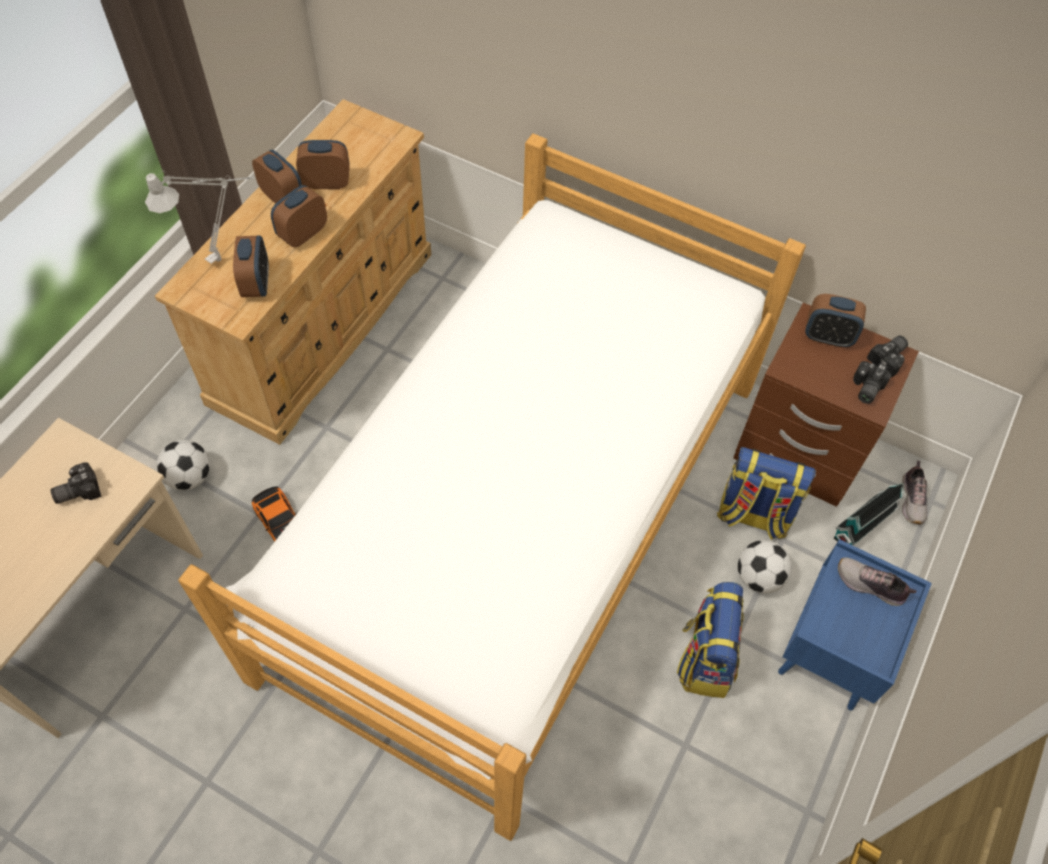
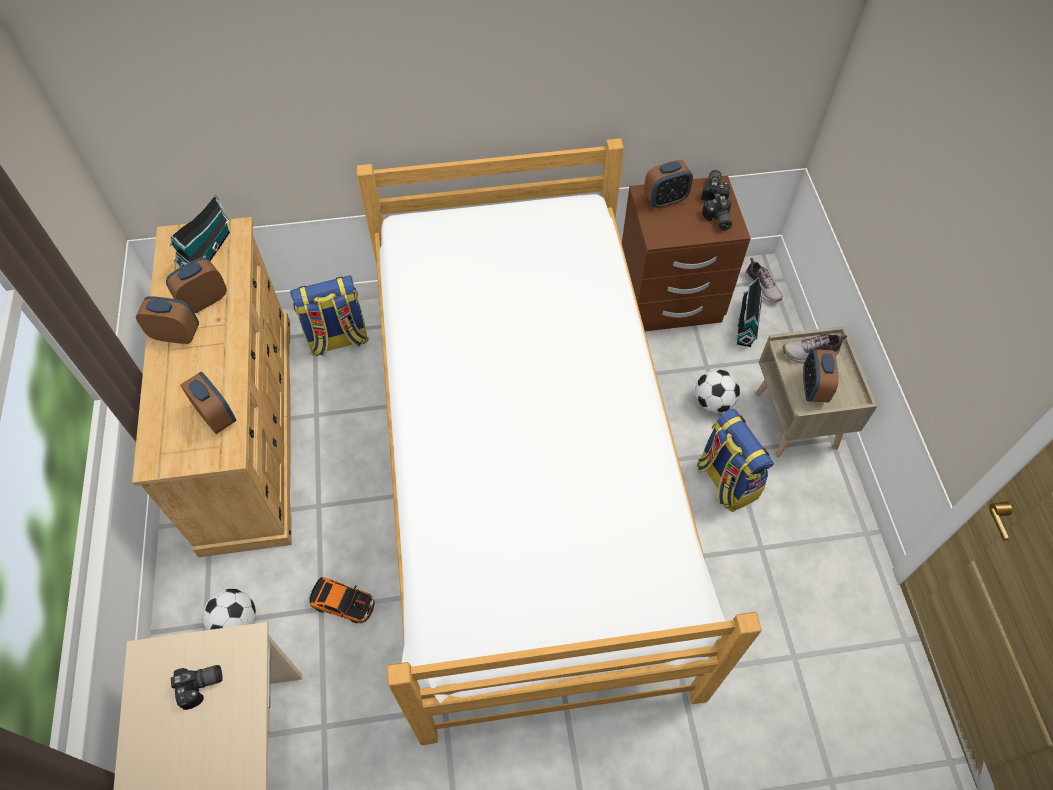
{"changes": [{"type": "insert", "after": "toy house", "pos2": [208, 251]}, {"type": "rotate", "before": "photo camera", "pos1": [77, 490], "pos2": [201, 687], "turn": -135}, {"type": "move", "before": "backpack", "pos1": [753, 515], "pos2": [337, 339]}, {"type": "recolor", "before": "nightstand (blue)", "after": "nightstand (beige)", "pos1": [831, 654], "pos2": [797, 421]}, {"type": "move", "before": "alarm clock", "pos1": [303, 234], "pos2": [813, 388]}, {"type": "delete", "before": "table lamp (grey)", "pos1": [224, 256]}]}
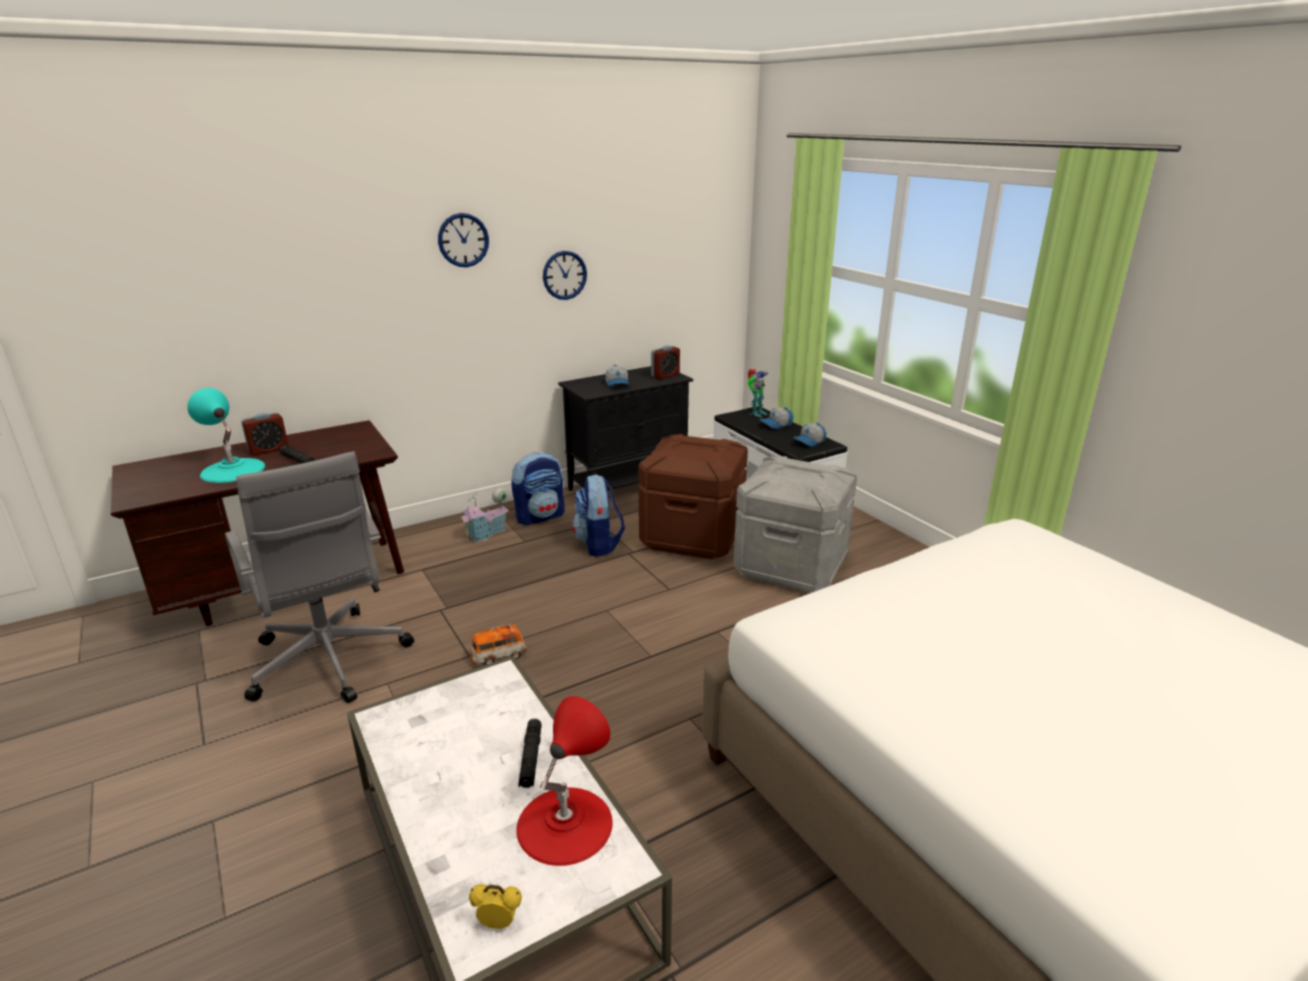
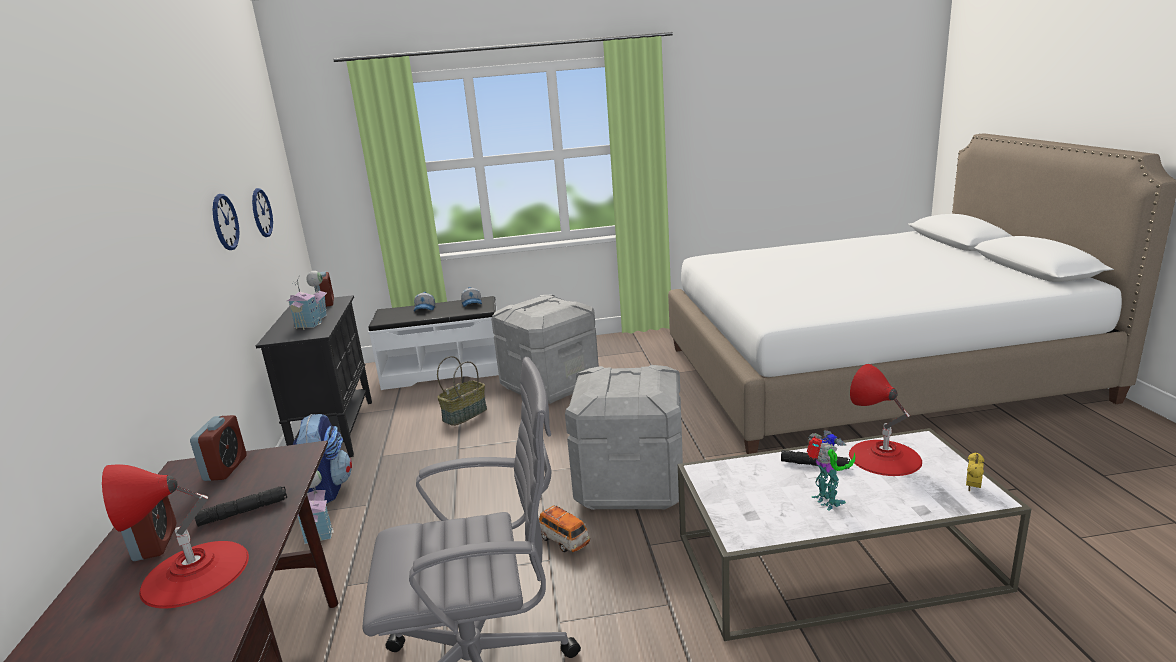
{"changes": [{"type": "recolor", "before": "table lamp (turquoise)", "after": "table lamp (red)", "pos1": [232, 470], "pos2": [195, 573]}, {"type": "insert", "after": "alarm clock", "pos2": [225, 468]}, {"type": "move", "before": "wall clock", "pos1": [463, 240], "pos2": [261, 212]}, {"type": "replace", "before": "cap", "after": "toy house", "pos1": [618, 384], "pos2": [313, 321]}, {"type": "replace", "before": "storage box (brown)", "after": "basket", "pos1": [693, 536], "pos2": [464, 414]}, {"type": "rotate", "before": "toy car", "pos1": [498, 656], "pos2": [564, 541], "turn": -45}, {"type": "insert", "after": "storage box (grey)", "pos2": [630, 483]}, {"type": "move", "before": "toy robot", "pos1": [756, 413], "pos2": [826, 502]}, {"type": "delete", "before": "backpack", "pos1": [599, 544]}]}
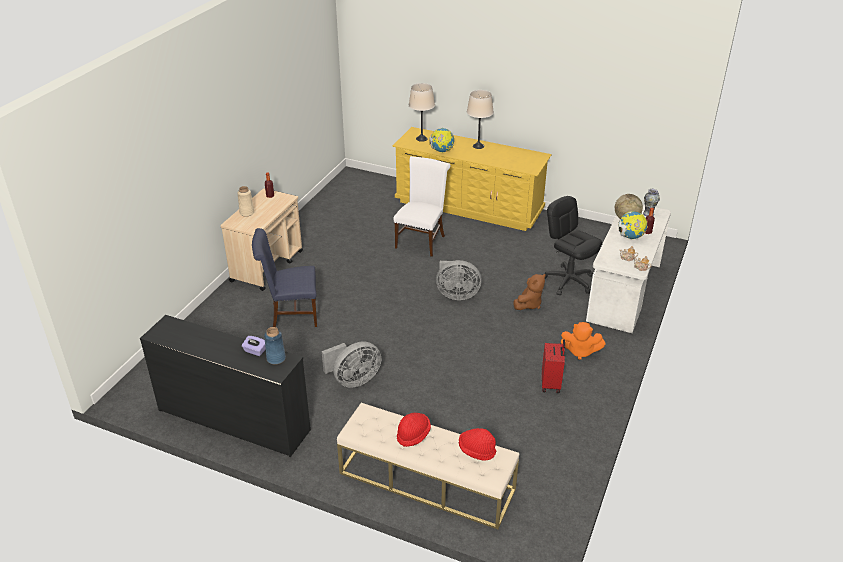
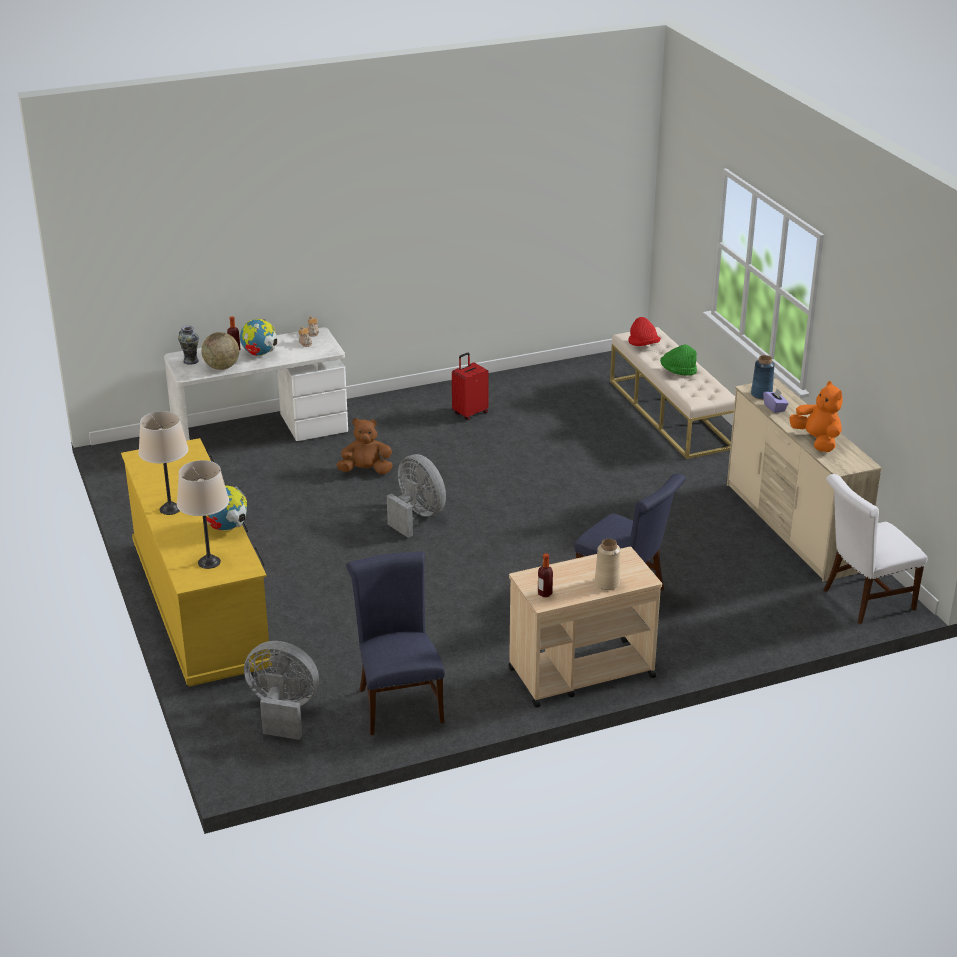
{"changes": [{"type": "move", "before": "fan (grey)", "pos1": [353, 380], "pos2": [282, 711]}, {"type": "insert", "after": "chair (blue)", "pos2": [398, 702]}, {"type": "recolor", "before": "hat (red)", "after": "hat (green)", "pos1": [413, 435], "pos2": [678, 371]}, {"type": "recolor", "before": "dresser (black)", "after": "dresser (beige)", "pos1": [233, 419], "pos2": [792, 527]}, {"type": "move", "before": "plush toy (orange)", "pos1": [580, 351], "pos2": [817, 441]}, {"type": "move", "before": "chair (white)", "pos1": [421, 240], "pos2": [863, 600]}, {"type": "delete", "before": "office chair (black)", "pos1": [568, 281]}]}
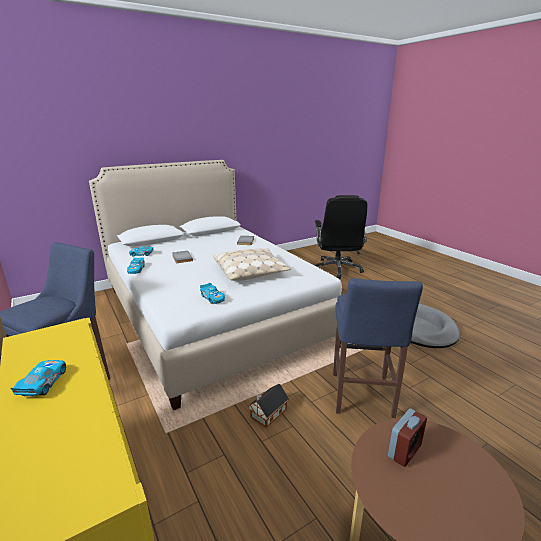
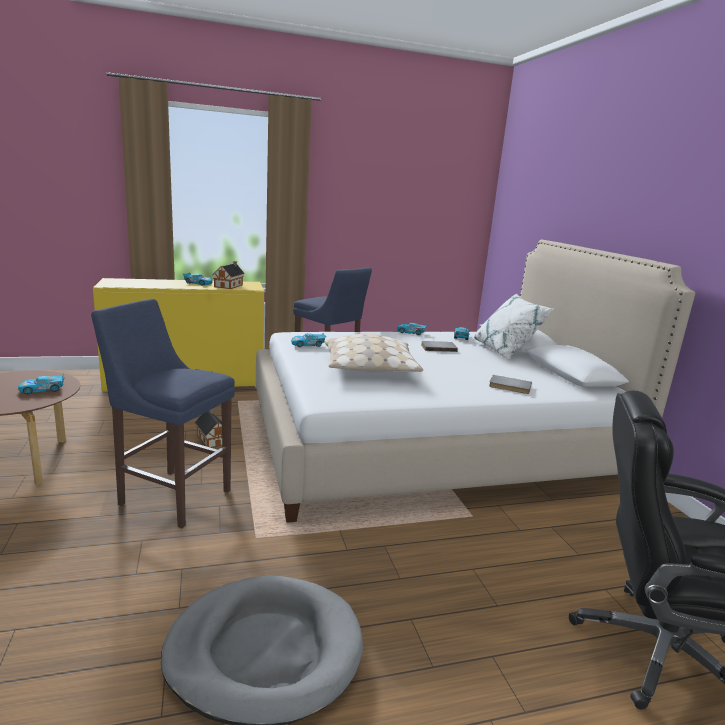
{"changes": [{"type": "replace", "before": "alarm clock", "after": "toy car", "pos1": [404, 451], "pos2": [42, 389]}, {"type": "insert", "after": "toy house", "pos2": [229, 285]}, {"type": "insert", "after": "pillow (white)", "pos2": [506, 351]}]}
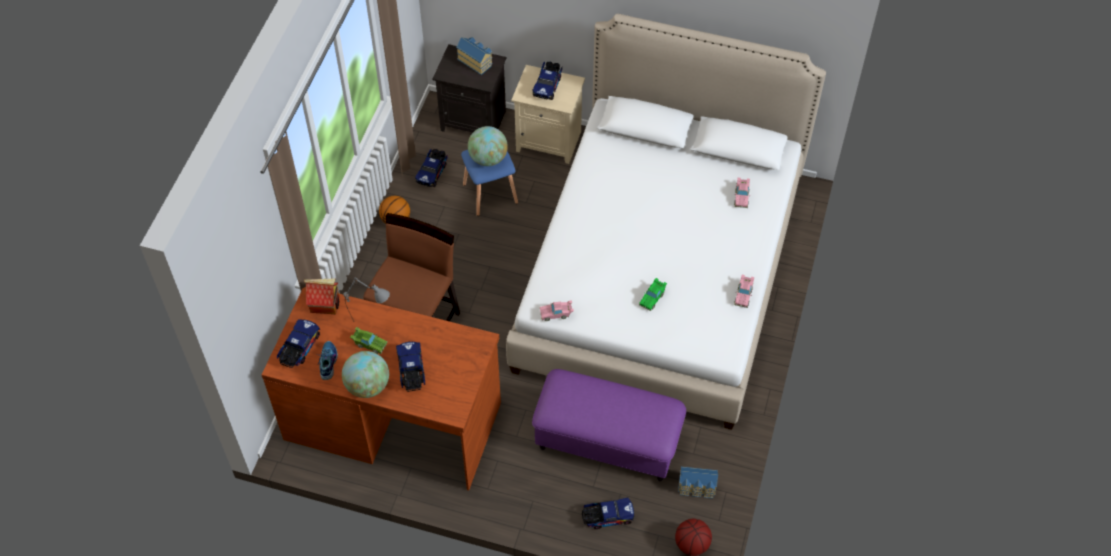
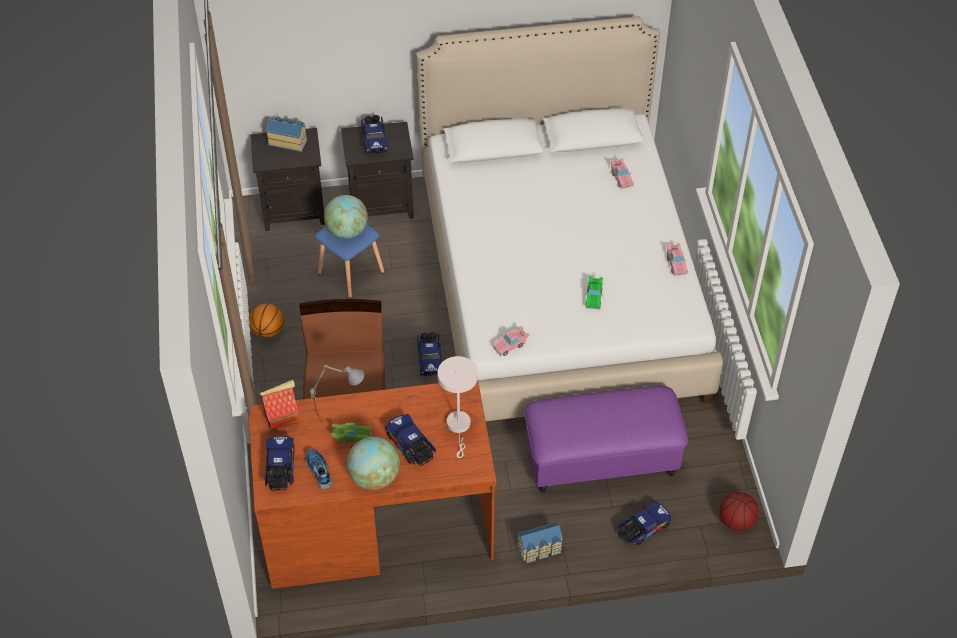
{"changes": [{"type": "recolor", "before": "nightstand (beige)", "after": "nightstand (black)", "pos1": [550, 141], "pos2": [382, 203]}, {"type": "move", "before": "toy truck", "pos1": [432, 172], "pos2": [430, 359]}, {"type": "insert", "after": "table lamp (white)", "pos2": [459, 427]}, {"type": "move", "before": "toy house", "pos1": [697, 488], "pos2": [540, 549]}]}
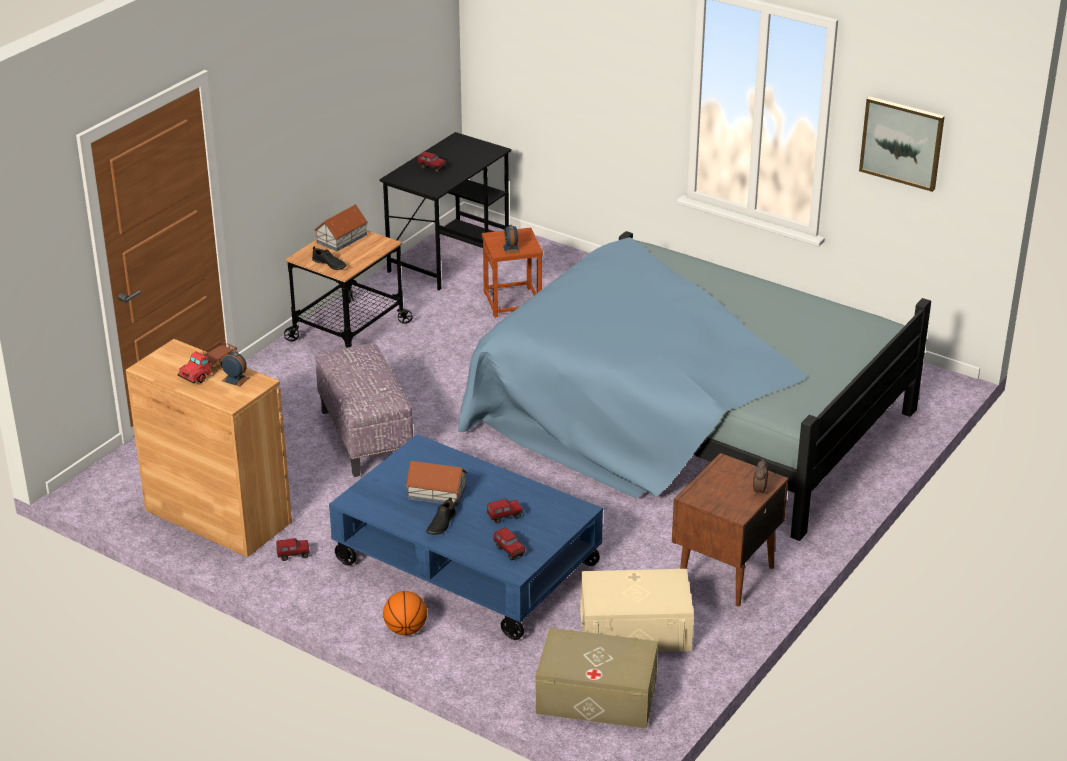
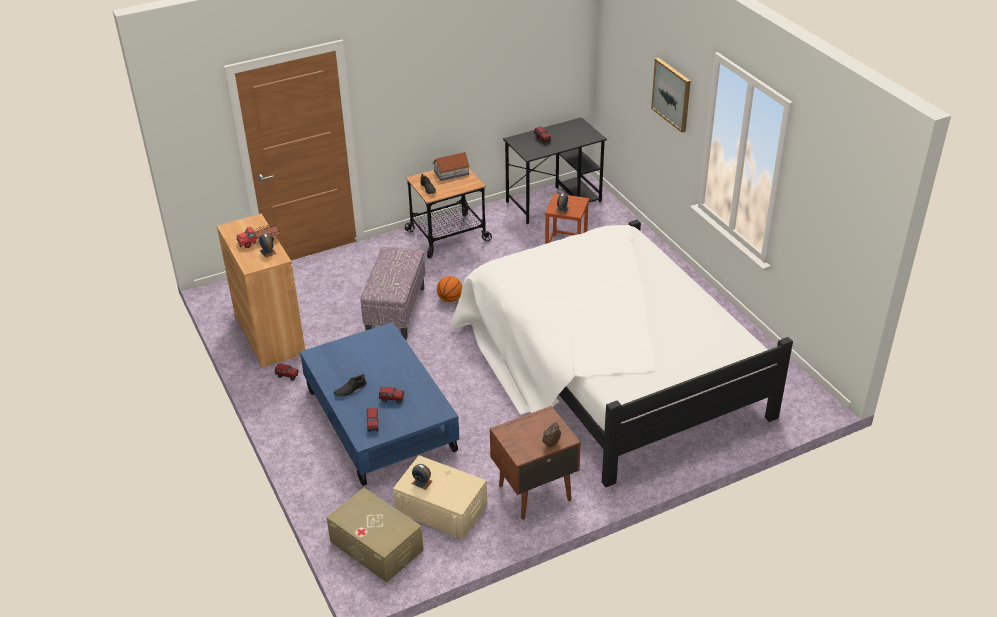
{"changes": [{"type": "insert", "after": "alarm clock", "pos2": [422, 482]}, {"type": "move", "before": "basketball", "pos1": [405, 629], "pos2": [450, 299]}, {"type": "recolor", "before": "bed (blue)", "after": "bed (white)", "pos1": [688, 418], "pos2": [609, 368]}, {"type": "move", "before": "picture", "pos1": [902, 142], "pos2": [672, 94]}, {"type": "delete", "before": "toy house", "pos1": [436, 492]}]}
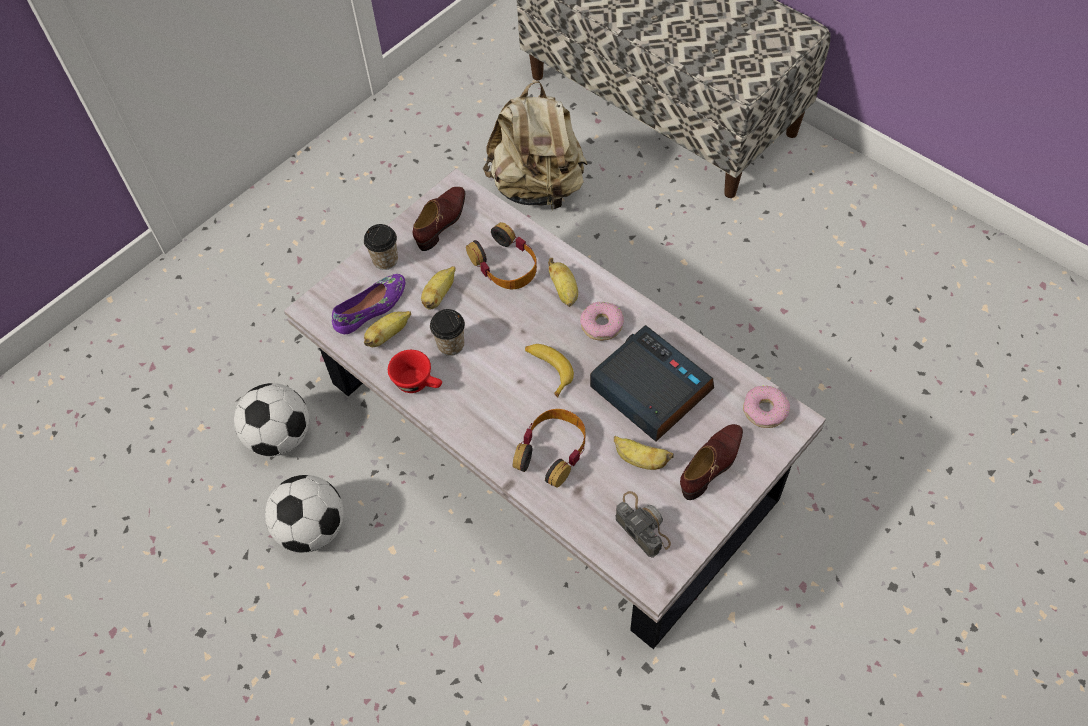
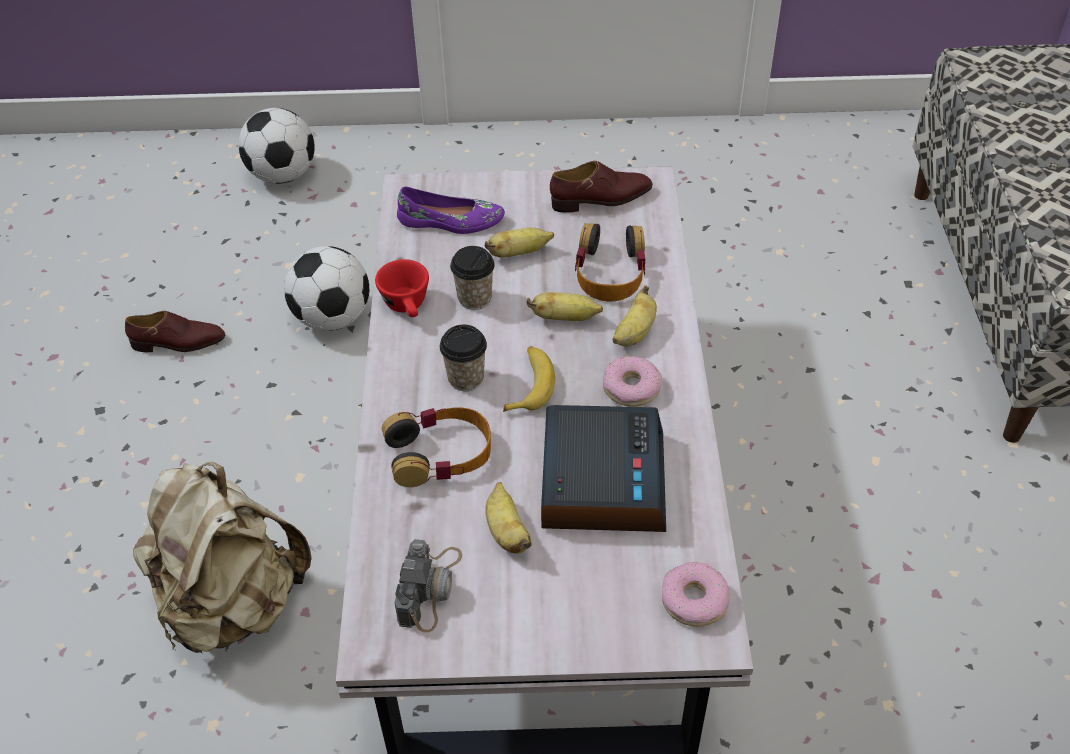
{"changes": [{"type": "move", "before": "shoe (brown)", "pos1": [712, 464], "pos2": [178, 343]}, {"type": "move", "before": "backpack (beige)", "pos1": [538, 187], "pos2": [232, 603]}, {"type": "move", "before": "football", "pos1": [312, 528], "pos2": [283, 175]}, {"type": "move", "before": "cup", "pos1": [385, 260], "pos2": [466, 378]}, {"type": "move", "before": "banana", "pos1": [388, 335], "pos2": [565, 318]}]}
